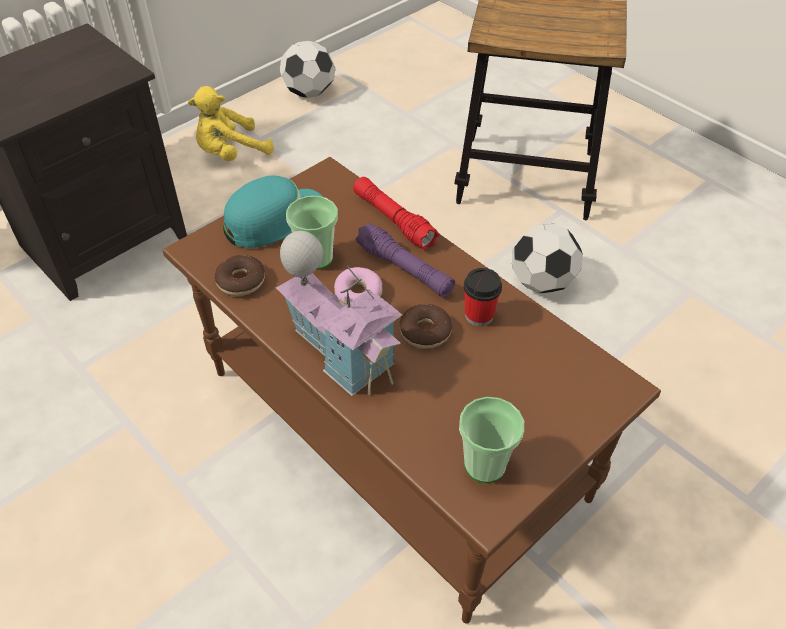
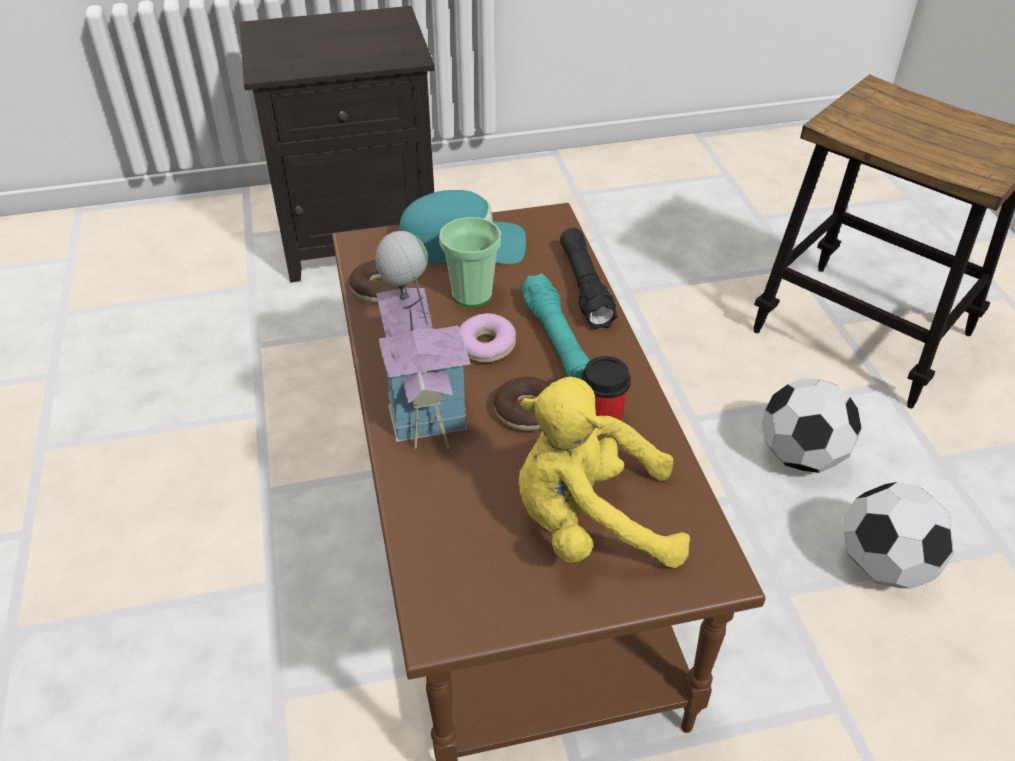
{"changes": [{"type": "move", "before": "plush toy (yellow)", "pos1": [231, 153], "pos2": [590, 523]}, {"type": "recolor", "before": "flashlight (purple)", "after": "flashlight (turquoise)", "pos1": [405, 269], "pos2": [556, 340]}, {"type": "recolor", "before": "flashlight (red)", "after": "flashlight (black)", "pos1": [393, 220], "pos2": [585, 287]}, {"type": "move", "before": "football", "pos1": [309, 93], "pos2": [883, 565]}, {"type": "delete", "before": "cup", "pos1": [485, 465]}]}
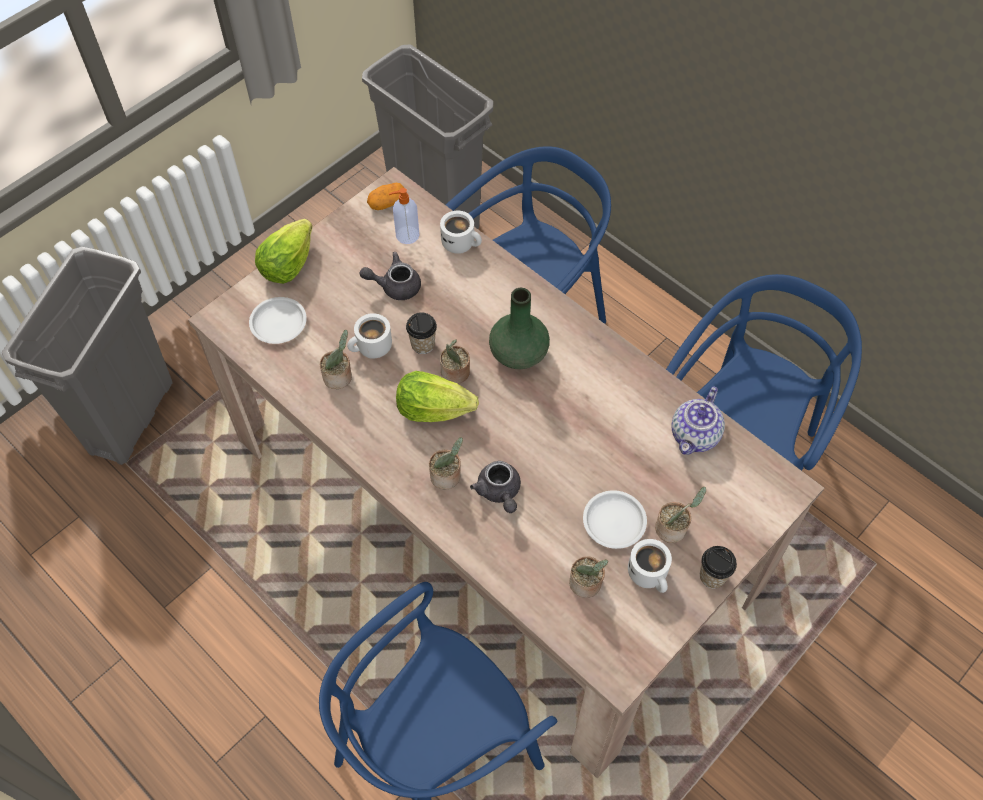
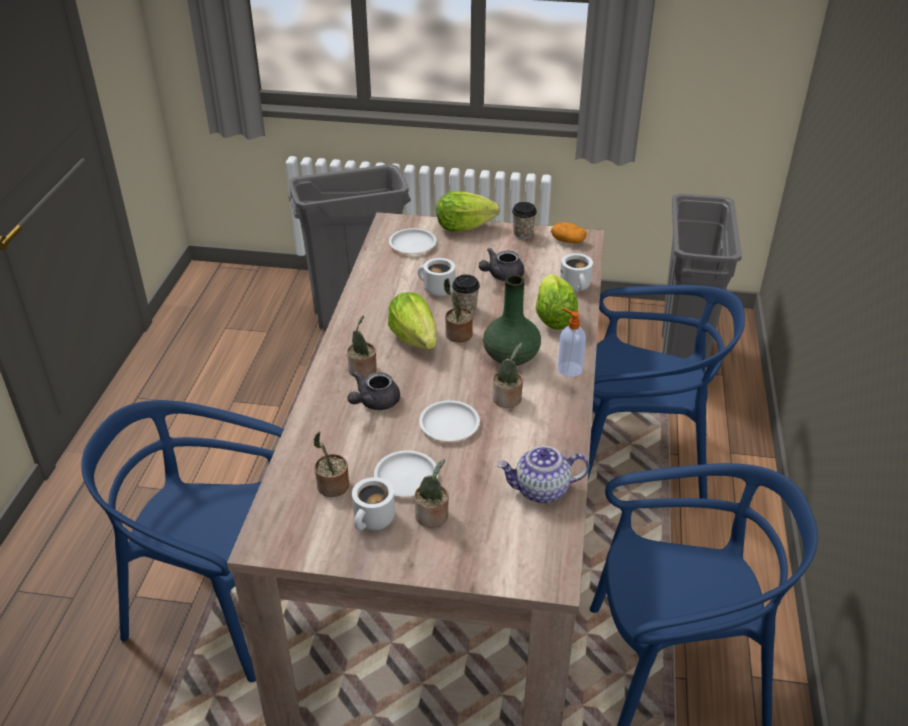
{"changes": [{"type": "insert", "after": "plate (white)", "pos2": [449, 425]}, {"type": "rotate", "before": "teapot (grey)", "pos1": [395, 286], "pos2": [501, 275], "turn": -90}, {"type": "move", "before": "potted plant", "pos1": [339, 377], "pos2": [508, 400]}, {"type": "move", "before": "cup", "pos1": [712, 576], "pos2": [523, 234]}, {"type": "insert", "after": "lettuce", "pos2": [554, 318]}, {"type": "move", "before": "soap dispenser", "pos1": [406, 235], "pos2": [569, 369]}]}
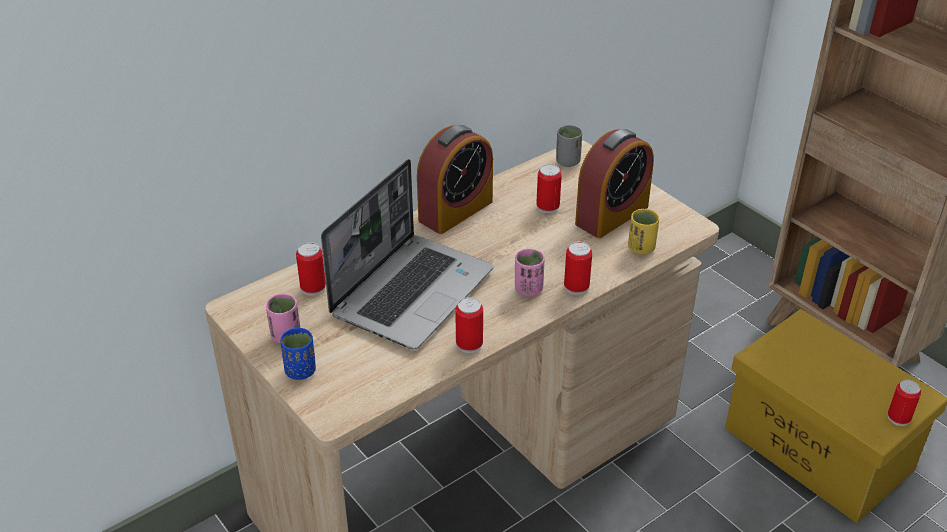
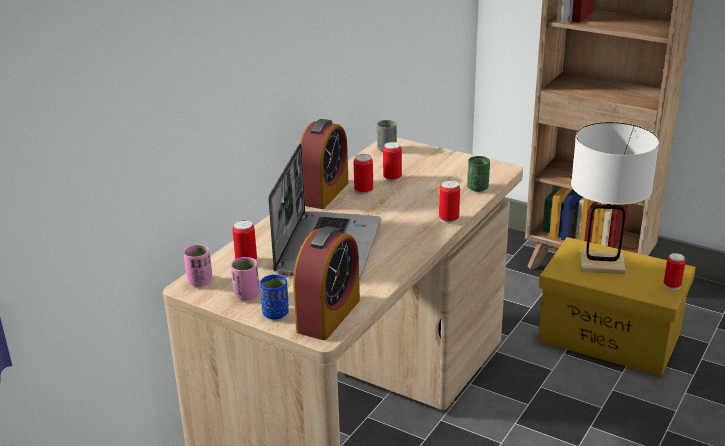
{"changes": [{"type": "move", "before": "cup (pink)", "pos1": [528, 289], "pos2": [200, 281]}, {"type": "move", "before": "alarm clock", "pos1": [612, 215], "pos2": [328, 315]}, {"type": "move", "before": "can", "pos1": [469, 344], "pos2": [363, 191]}, {"type": "recolor", "before": "cup (yellow)", "after": "cup (green)", "pos1": [641, 248], "pos2": [477, 188]}, {"type": "insert", "after": "table lamp (white)", "pos2": [601, 264]}]}
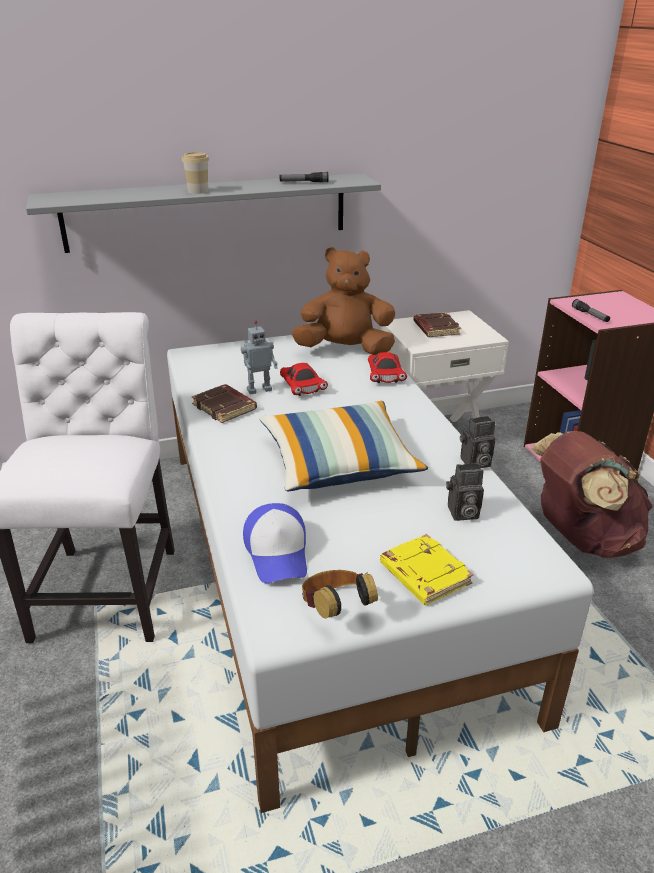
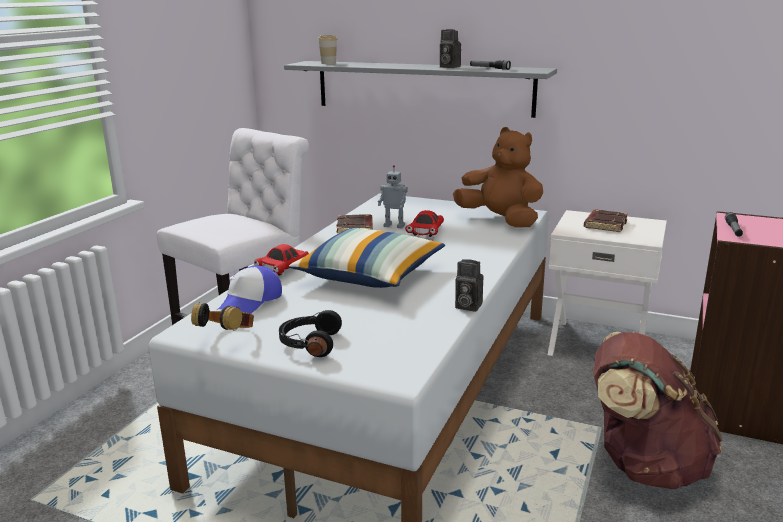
{"changes": [{"type": "move", "before": "toy car (red)", "pos1": [385, 376], "pos2": [283, 269]}, {"type": "replace", "before": "book (yellow)", "after": "headphones (black)", "pos1": [423, 574], "pos2": [309, 344]}, {"type": "move", "before": "cup", "pos1": [198, 191], "pos2": [328, 63]}, {"type": "move", "before": "photo camera", "pos1": [462, 513], "pos2": [448, 67]}]}
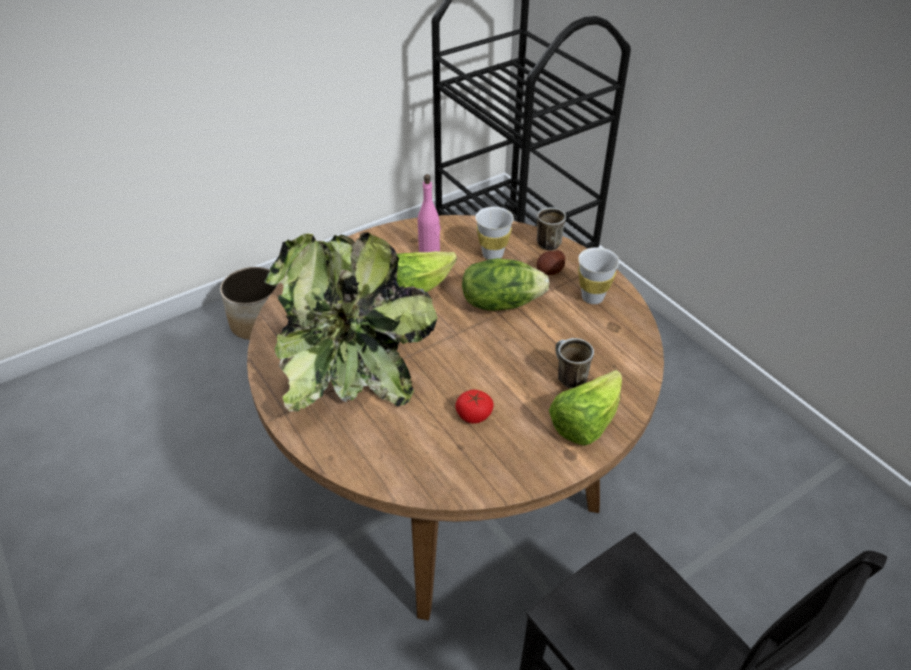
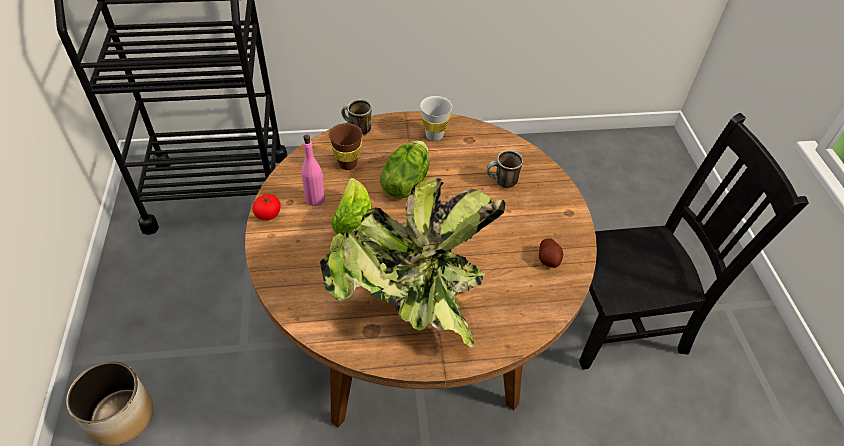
{"changes": [{"type": "move", "before": "tomato", "pos1": [474, 415], "pos2": [268, 214]}, {"type": "recolor", "before": "cup (white)", "after": "cup (brown)", "pos1": [492, 254], "pos2": [347, 164]}, {"type": "move", "before": "potato", "pos1": [550, 271], "pos2": [549, 259]}, {"type": "delete", "before": "lettuce", "pos1": [585, 422]}]}
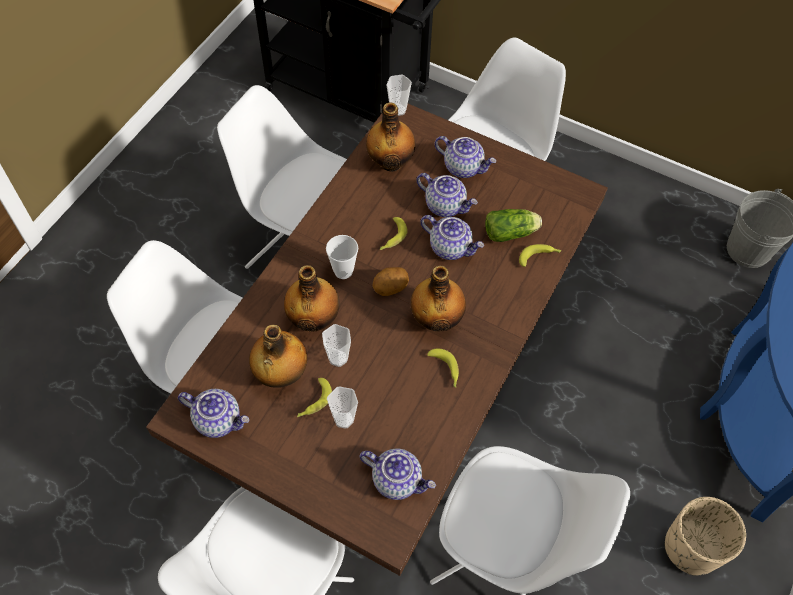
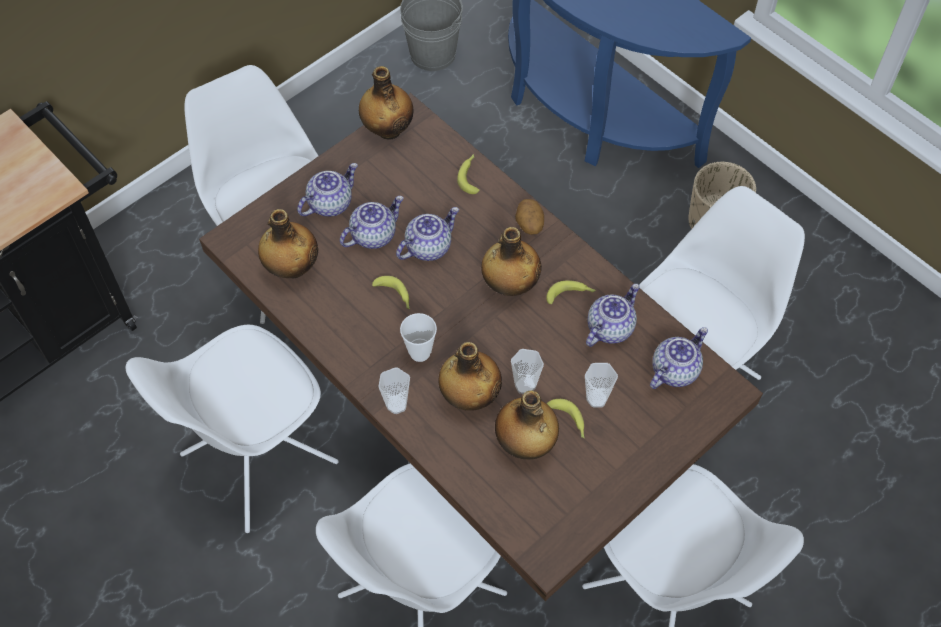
{"changes": [{"type": "insert", "after": "bottle", "pos2": [388, 129]}, {"type": "move", "before": "cup", "pos1": [398, 110], "pos2": [396, 404]}, {"type": "move", "before": "potato", "pos1": [390, 288], "pos2": [529, 225]}, {"type": "move", "before": "teapot", "pos1": [218, 419], "pos2": [609, 327]}, {"type": "delete", "before": "lettuce", "pos1": [512, 233]}]}
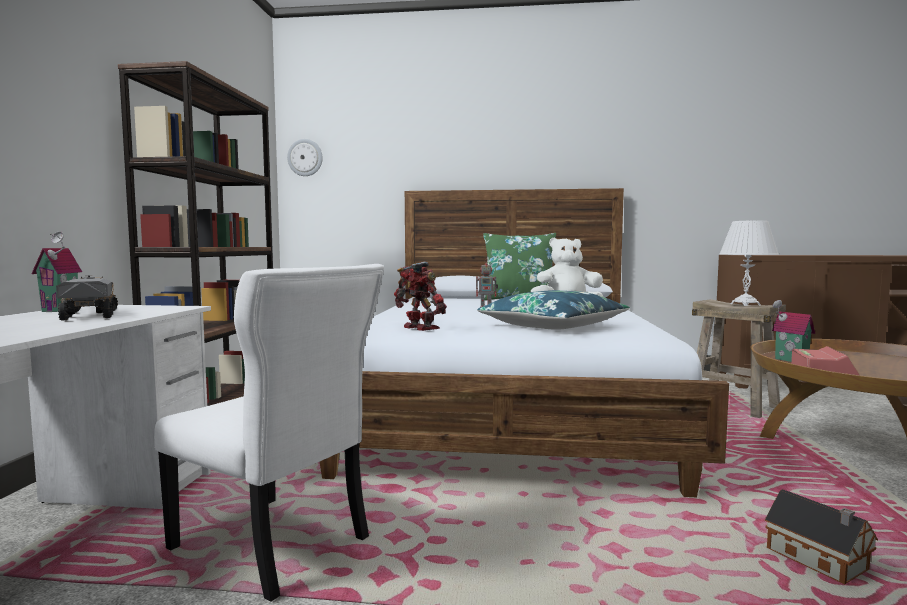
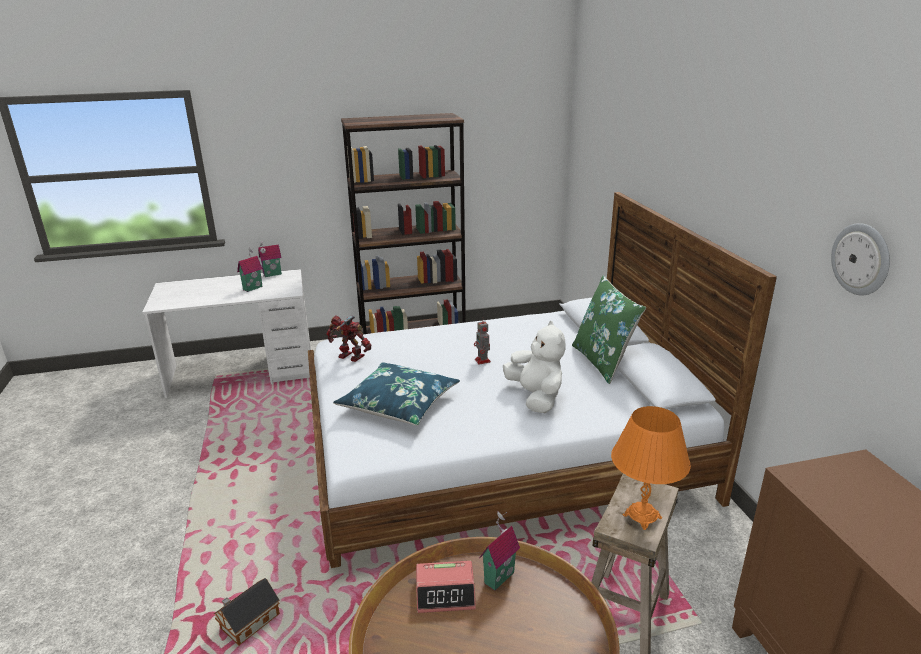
{"changes": [{"type": "replace", "before": "toy truck", "after": "toy house", "pos1": [89, 315], "pos2": [252, 288]}, {"type": "rotate", "before": "toy robot", "pos1": [419, 328], "pos2": [350, 357], "turn": -90}, {"type": "recolor", "before": "table lamp (white)", "after": "table lamp (orange)", "pos1": [745, 304], "pos2": [642, 516]}, {"type": "move", "before": "wall clock", "pos1": [305, 157], "pos2": [861, 259]}, {"type": "delete", "before": "chair (white)", "pos1": [275, 546]}]}
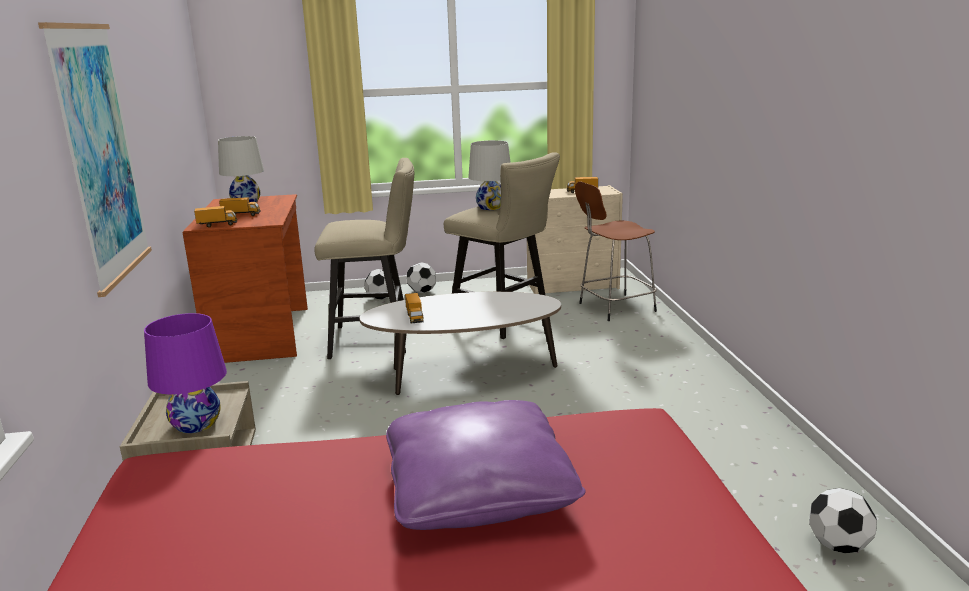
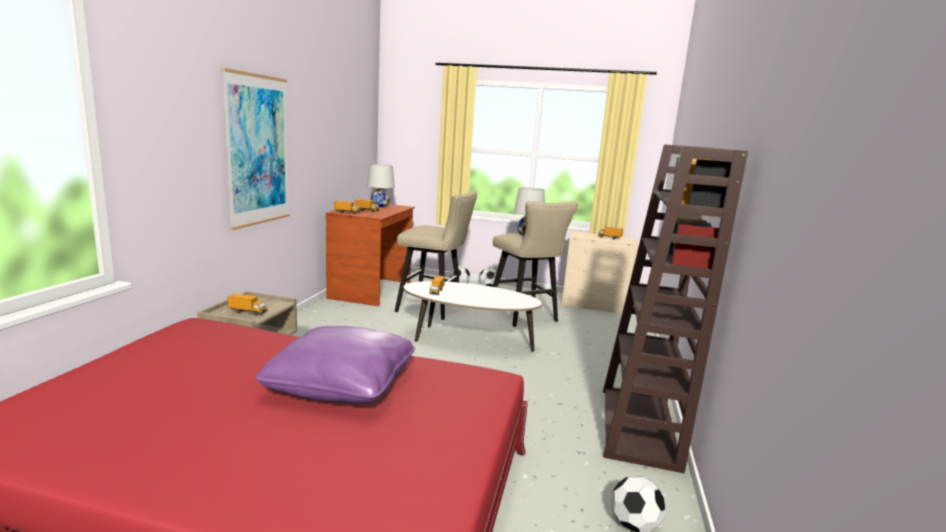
{"changes": [{"type": "replace", "before": "table lamp (purple)", "after": "toy truck", "pos1": [195, 423], "pos2": [247, 312]}, {"type": "insert", "after": "bookcase (brown)", "pos2": [640, 427]}, {"type": "delete", "before": "stool (brown)", "pos1": [614, 308]}]}
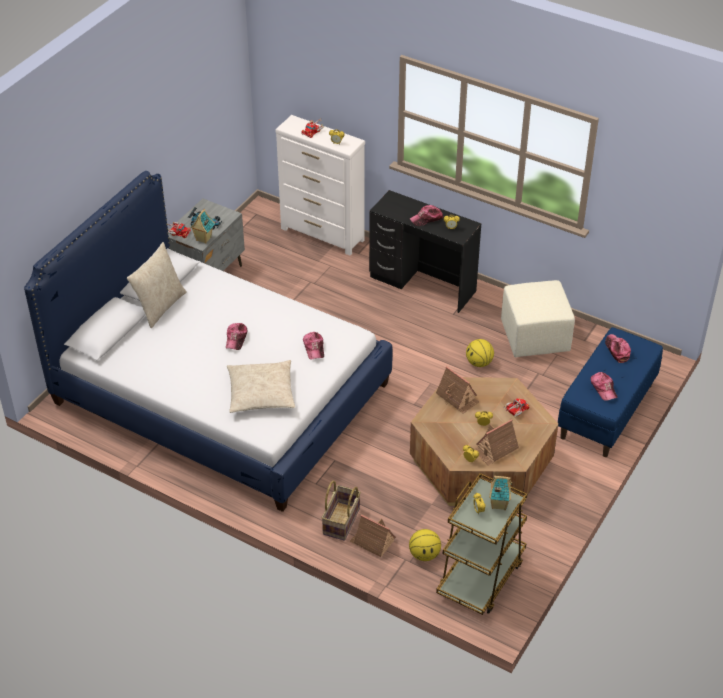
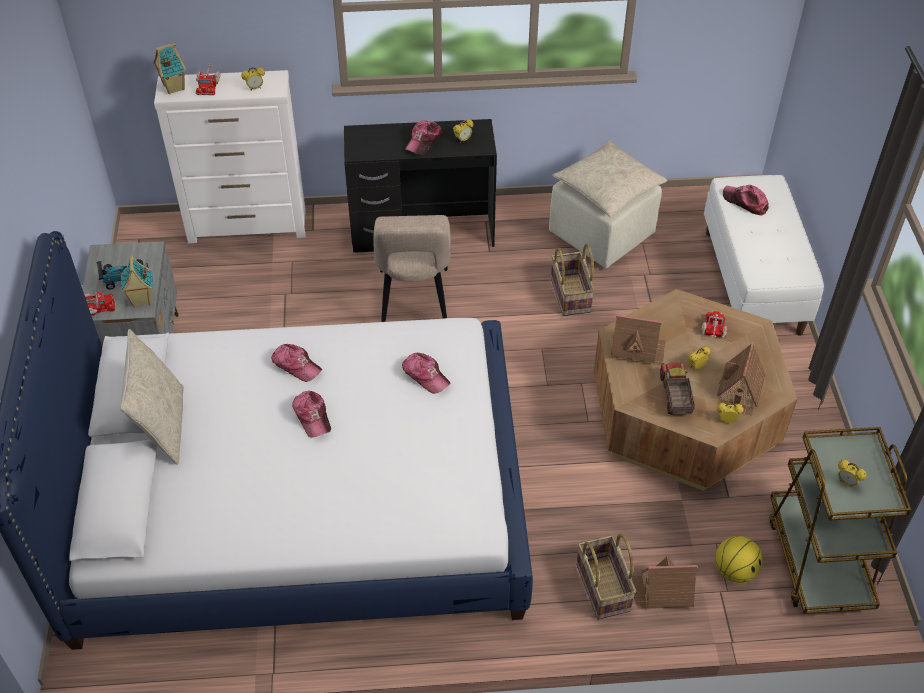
{"changes": [{"type": "move", "before": "toy house", "pos1": [498, 504], "pos2": [173, 87]}, {"type": "move", "before": "cap", "pos1": [603, 388], "pos2": [296, 365]}, {"type": "insert", "after": "chair (beige)", "pos2": [414, 304]}, {"type": "replace", "before": "basketball", "after": "basket", "pos1": [479, 363], "pos2": [571, 295]}, {"type": "move", "before": "pillow (beige)", "pos1": [261, 393], "pos2": [608, 187]}, {"type": "insert", "after": "toy truck", "pos2": [674, 396]}, {"type": "recolor", "before": "bench (blue)", "after": "bench (white)", "pos1": [607, 412], "pos2": [753, 282]}]}
